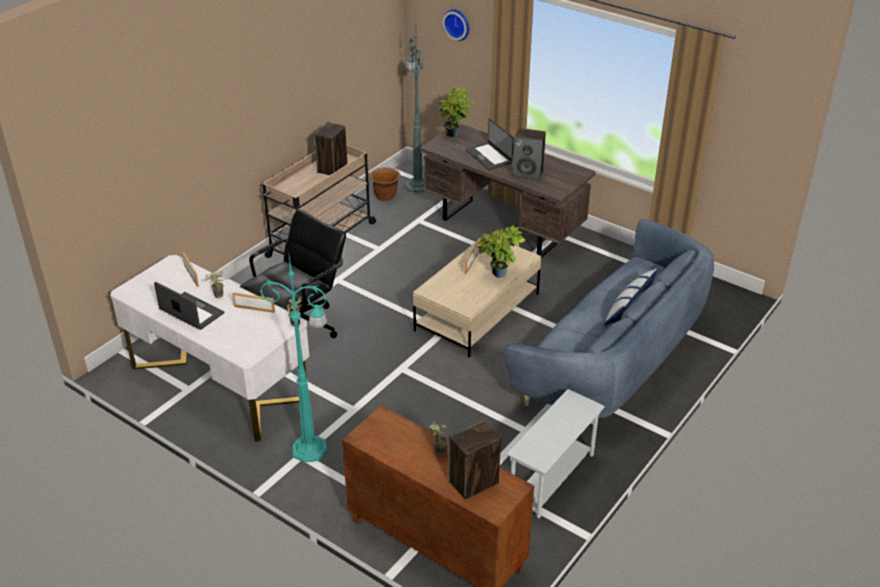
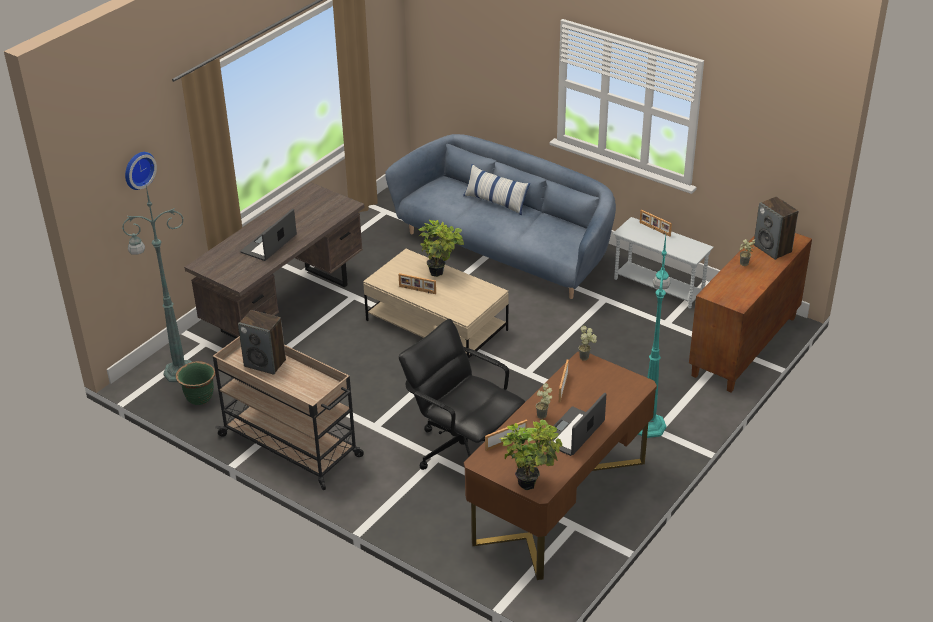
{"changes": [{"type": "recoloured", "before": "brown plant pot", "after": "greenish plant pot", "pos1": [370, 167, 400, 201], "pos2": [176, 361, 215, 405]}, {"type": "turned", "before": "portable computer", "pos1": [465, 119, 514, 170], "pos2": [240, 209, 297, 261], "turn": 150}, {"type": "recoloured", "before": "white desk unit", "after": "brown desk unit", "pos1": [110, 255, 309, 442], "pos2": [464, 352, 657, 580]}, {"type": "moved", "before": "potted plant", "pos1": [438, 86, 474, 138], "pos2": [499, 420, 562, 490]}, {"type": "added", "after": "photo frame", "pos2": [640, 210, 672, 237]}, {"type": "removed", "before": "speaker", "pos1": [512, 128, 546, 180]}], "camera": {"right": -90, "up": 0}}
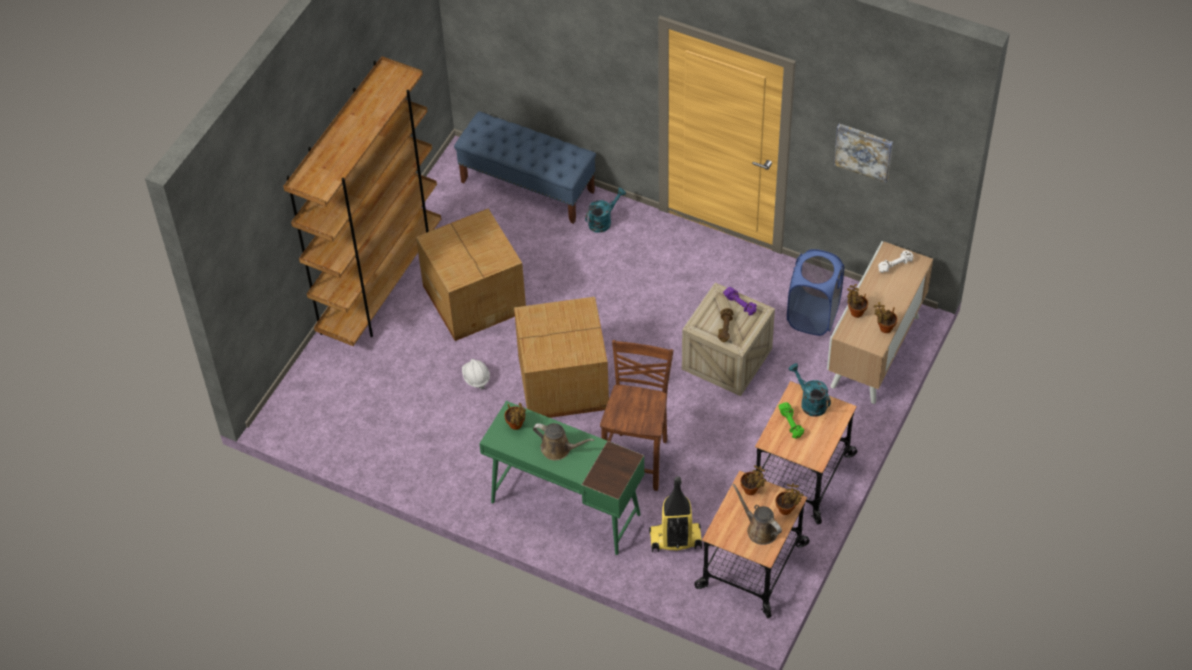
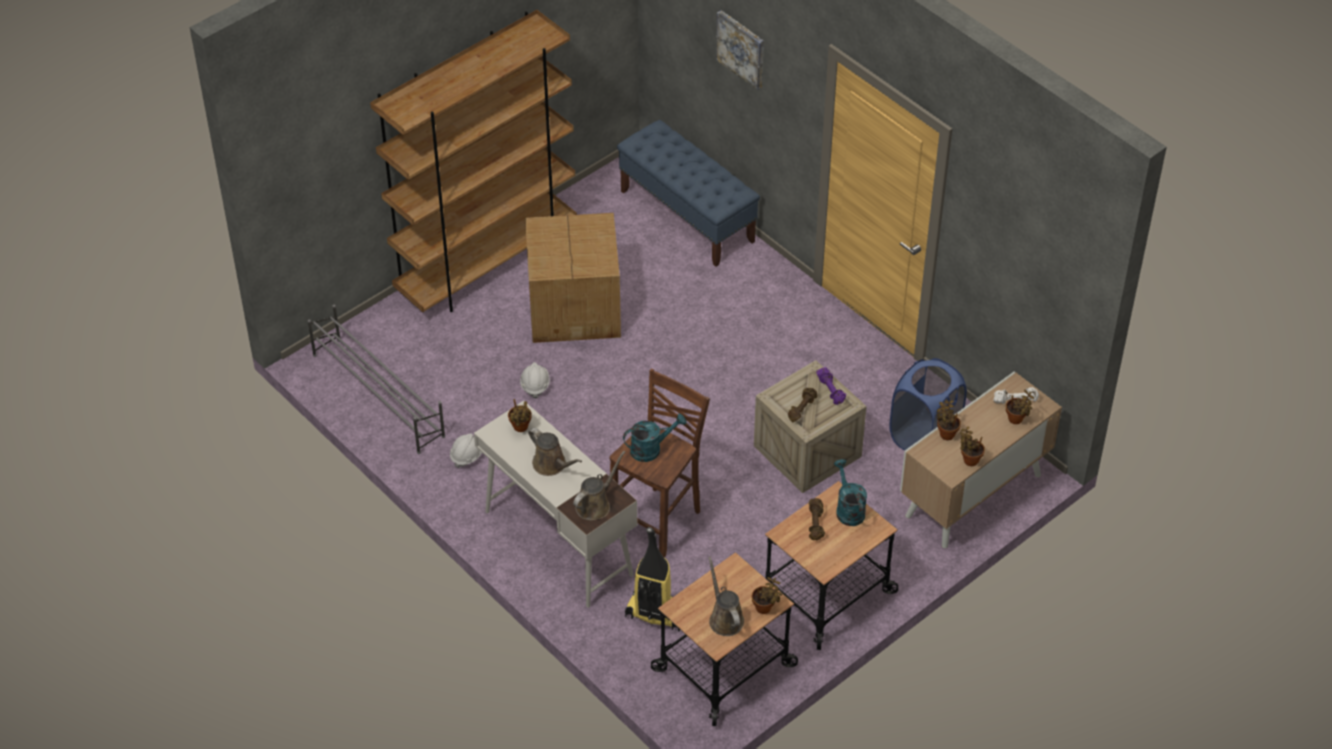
{"changes": [{"type": "added", "after": "grey shoe stand", "pos2": [308, 305, 445, 454]}, {"type": "added", "after": "white safety helmet", "pos2": [450, 433, 482, 469]}, {"type": "recoloured", "before": "greenish desk unit", "after": "white desk unit", "pos1": [479, 401, 644, 555], "pos2": [474, 401, 637, 607]}, {"type": "added", "after": "brown sprinkling can", "pos2": [573, 451, 625, 521]}, {"type": "moved", "before": "turquoise sprinkling can", "pos1": [585, 188, 626, 233], "pos2": [623, 414, 686, 462]}, {"type": "moved", "before": "picture", "pos1": [833, 124, 893, 183], "pos2": [716, 10, 764, 90]}, {"type": "recoloured", "before": "greenish hand weight", "after": "brown hand weight", "pos1": [778, 402, 804, 439], "pos2": [809, 498, 825, 540]}, {"type": "moved", "before": "potted plant", "pos1": [740, 465, 767, 495], "pos2": [1006, 390, 1034, 424]}, {"type": "removed", "before": "carton", "pos1": [514, 297, 609, 418]}], "camera": {"right": 20, "up": -5}}
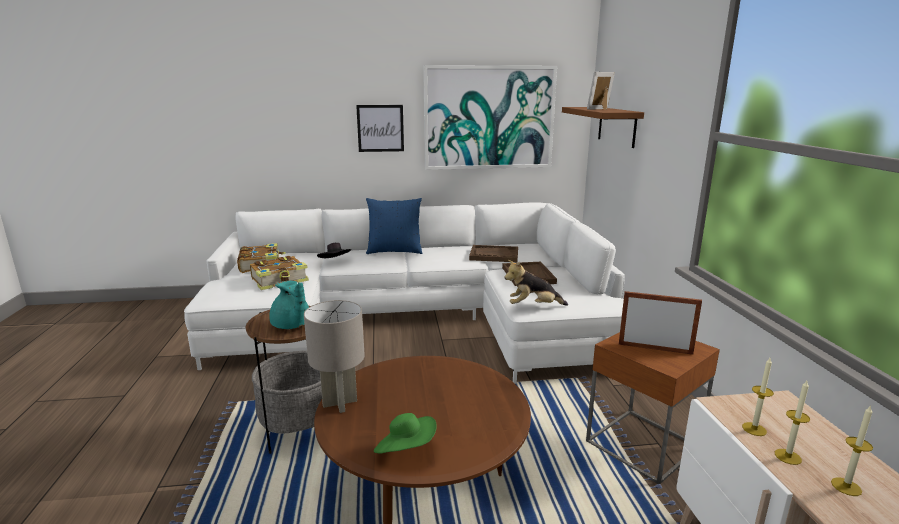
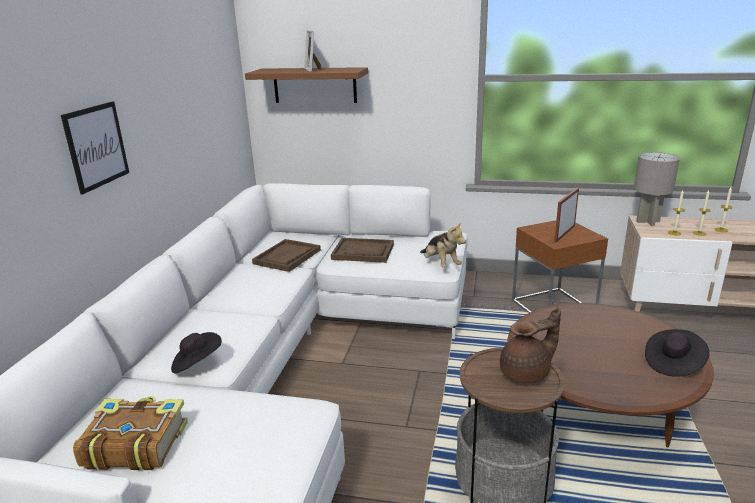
{"changes": [{"type": "turned", "before": "plush toy", "pos1": [505, 260, 568, 306], "pos2": [420, 222, 466, 267], "turn": -45}, {"type": "recoloured", "before": "turquoise pot for tea", "after": "brown pot for tea", "pos1": [269, 281, 309, 329], "pos2": [500, 308, 561, 383]}, {"type": "moved", "before": "grey tabletop lamp", "pos1": [304, 300, 365, 413], "pos2": [634, 152, 680, 226]}, {"type": "recoloured", "before": "greenish wearable hat", "after": "blackish wearable hat", "pos1": [374, 413, 436, 453], "pos2": [645, 329, 710, 377]}, {"type": "removed", "before": "book", "pos1": [250, 256, 309, 290]}, {"type": "removed", "before": "blue cushion", "pos1": [366, 198, 422, 254]}, {"type": "removed", "before": "picture", "pos1": [423, 65, 557, 170]}], "camera": {"right": -70, "up": 5}}
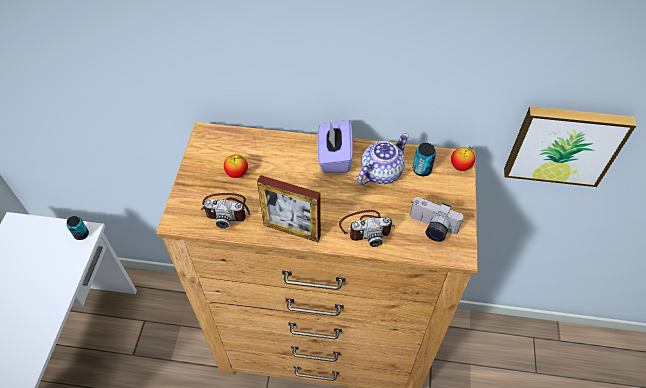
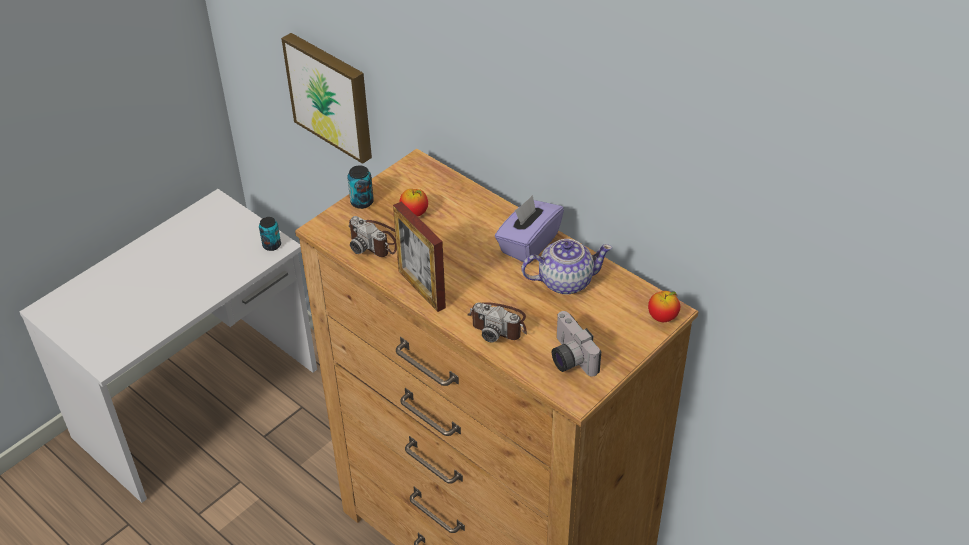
{"changes": [{"type": "moved", "before": "picture", "pos1": [504, 106, 636, 187], "pos2": [281, 33, 372, 164]}, {"type": "moved", "before": "can", "pos1": [413, 143, 436, 176], "pos2": [347, 165, 374, 209]}], "camera": {"right": 35, "up": -10}}
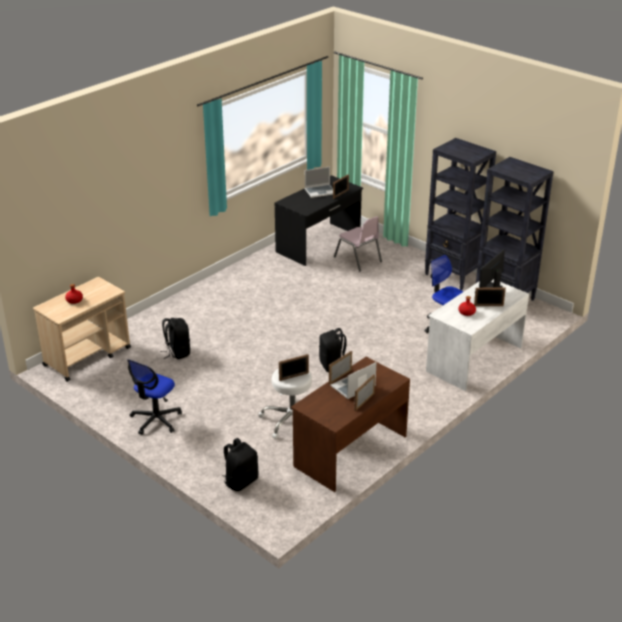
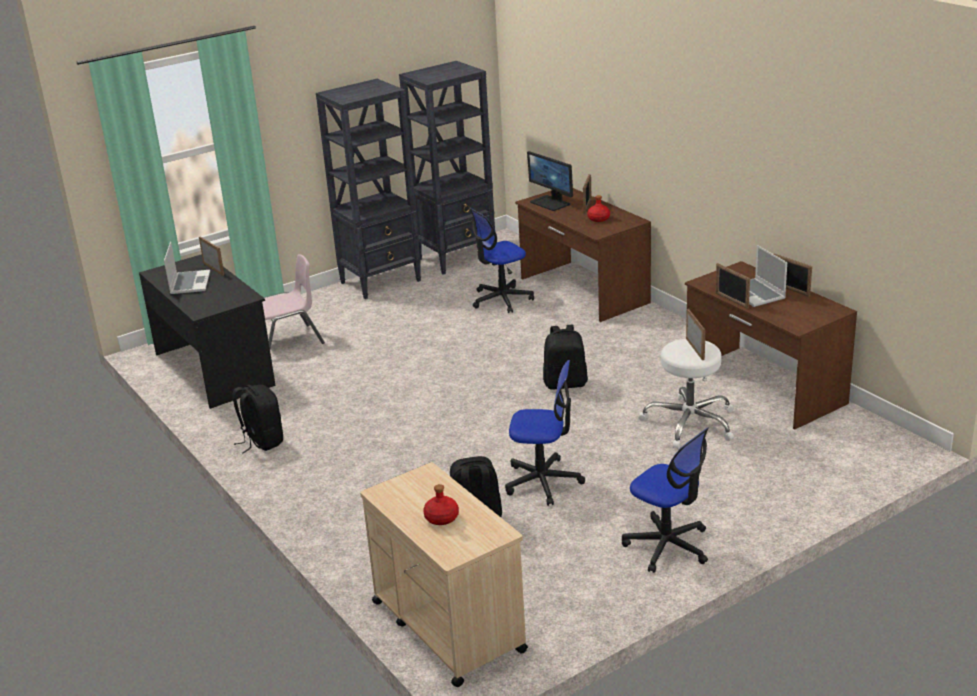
{"changes": [{"type": "moved", "before": "blackish rucksack", "pos1": [222, 438, 258, 491], "pos2": [233, 385, 283, 454]}, {"type": "added", "after": "office chair", "pos2": [505, 360, 585, 506]}, {"type": "recoloured", "before": "white desk unit", "after": "brown desk unit", "pos1": [426, 279, 529, 391], "pos2": [515, 188, 651, 322]}], "camera": {"right": -75, "up": -5}}
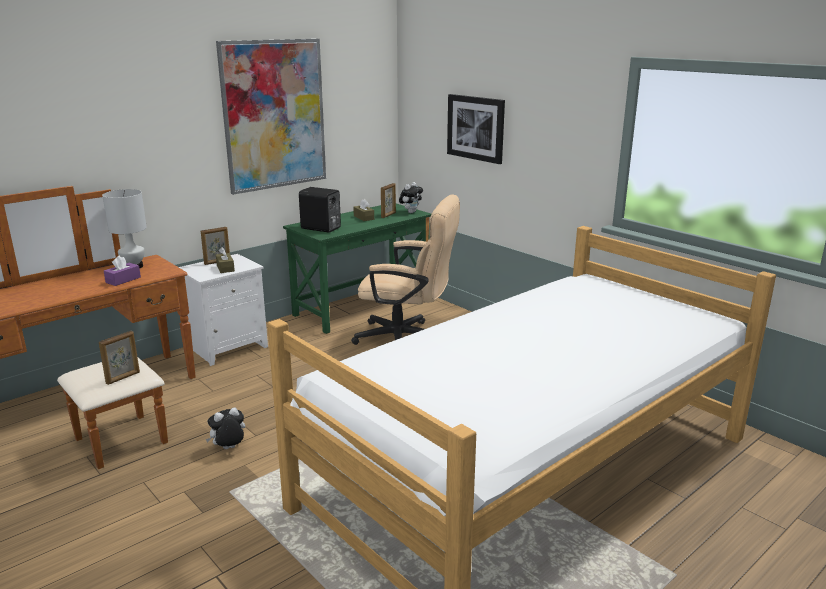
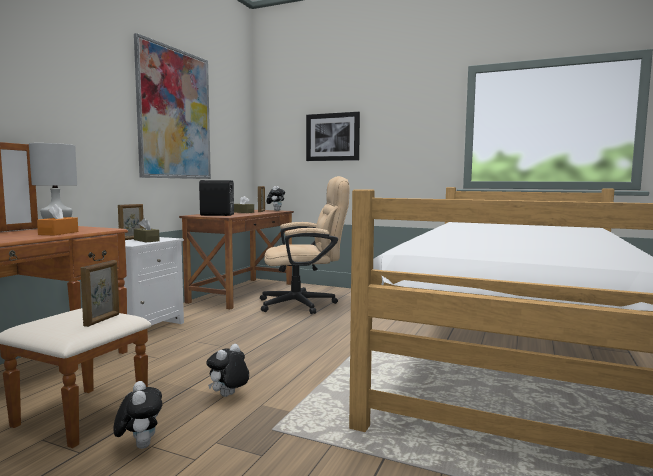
{"changes": [{"type": "recoloured", "before": "purple-coloured tissue box", "after": "orange-coloured tissue box", "pos1": [104, 256, 141, 286], "pos2": [37, 204, 78, 235]}, {"type": "added", "after": "plush toy", "pos2": [113, 381, 162, 449]}, {"type": "recoloured", "before": "greenish desk unit", "after": "brown desk unit", "pos1": [283, 204, 431, 334], "pos2": [179, 210, 294, 309]}], "camera": {"right": -25, "up": -15}}
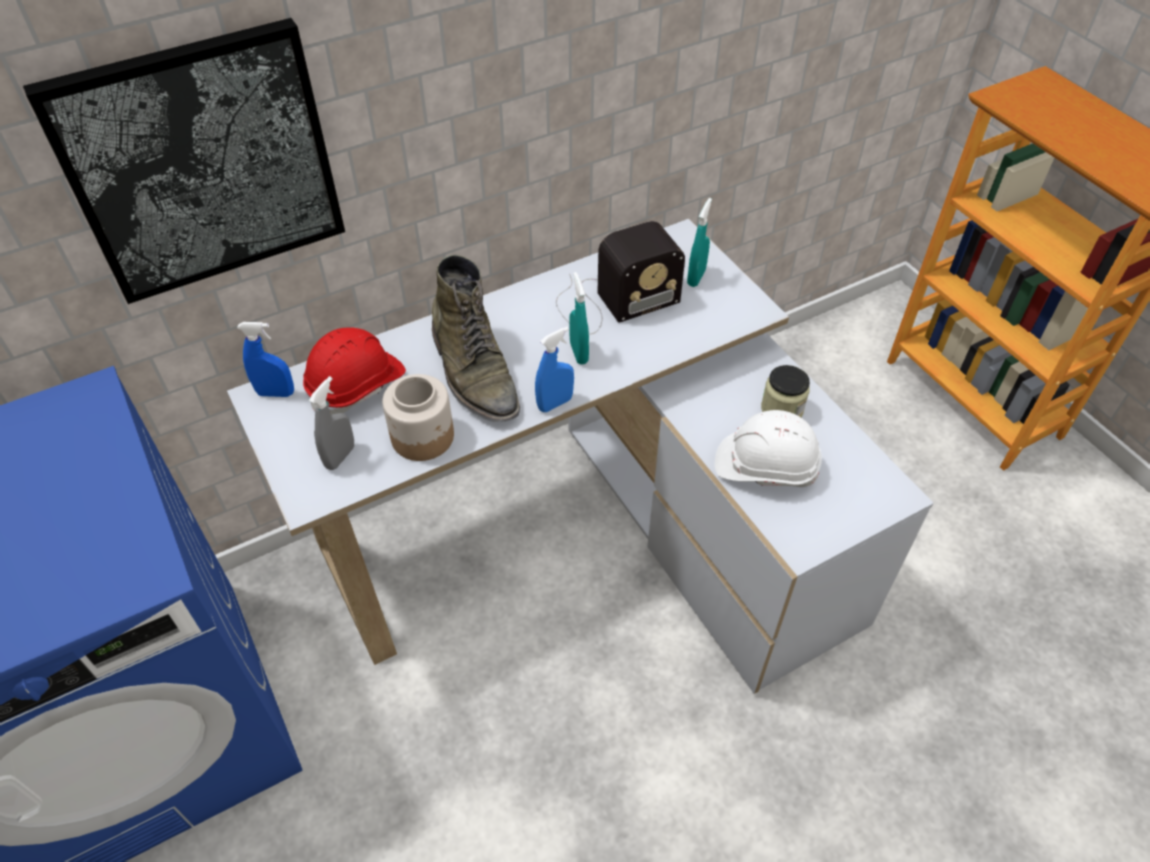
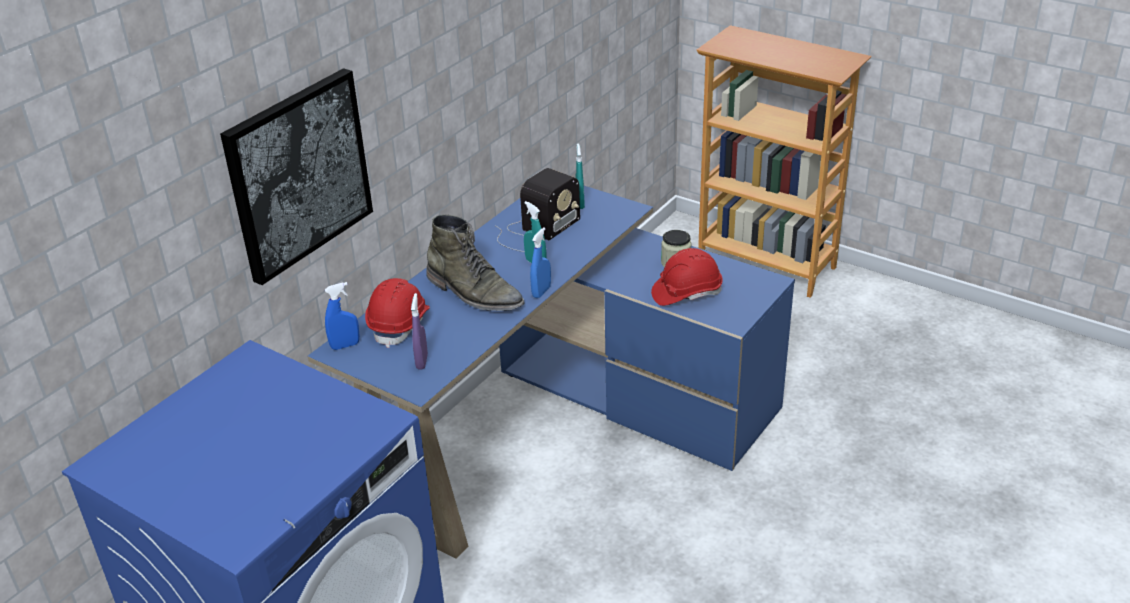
{"changes": [{"type": "recoloured", "before": "white desk unit", "after": "blue desk unit", "pos1": [227, 219, 934, 694], "pos2": [308, 186, 795, 559]}, {"type": "recoloured", "before": "grey hand sprayer", "after": "purple-coloured hand sprayer", "pos1": [309, 376, 354, 470], "pos2": [411, 293, 428, 370]}, {"type": "recoloured", "before": "white safety helmet", "after": "reddish safety helmet", "pos1": [715, 410, 822, 487], "pos2": [651, 248, 723, 306]}, {"type": "removed", "before": "preserve jar", "pos1": [382, 374, 454, 461]}], "camera": {"right": -25, "up": -15}}
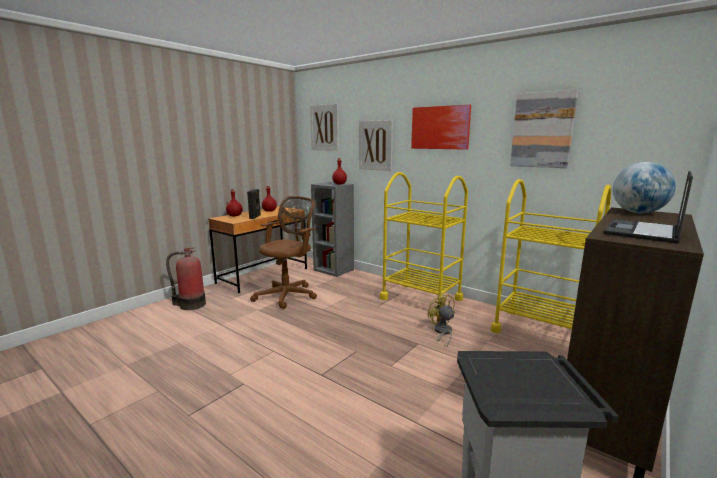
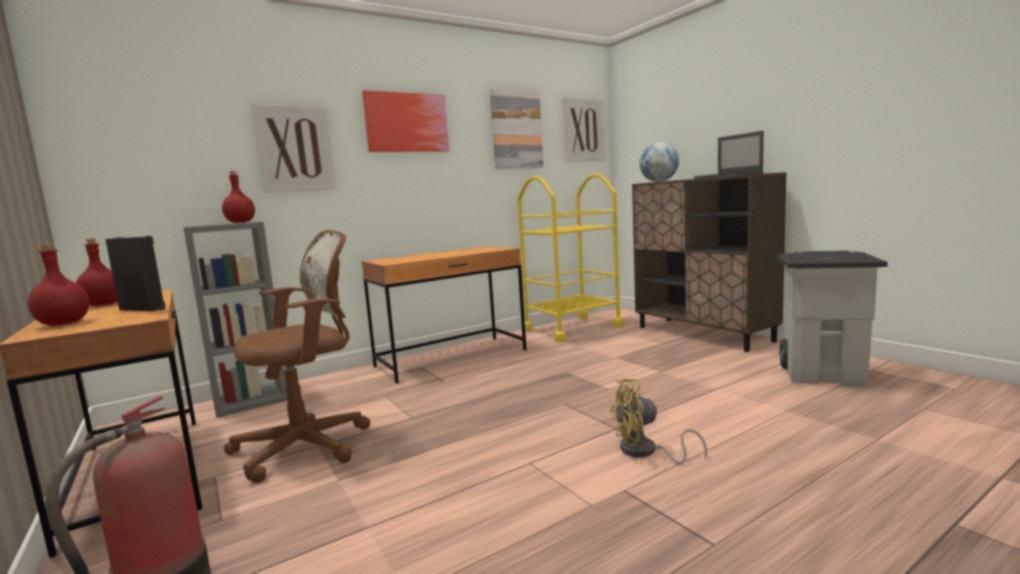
{"changes": [{"type": "turned", "before": "brown office chair", "pos1": [250, 196, 317, 309], "pos2": [224, 230, 370, 483], "turn": 90}, {"type": "replaced", "before": "yellow-coloured wheeled cart", "after": "brown desk unit", "pos1": [380, 172, 468, 316], "pos2": [361, 246, 526, 383]}, {"type": "moved", "before": "picture", "pos1": [310, 104, 339, 151], "pos2": [563, 97, 605, 162]}, {"type": "moved", "before": "yellow-coloured cooling fan", "pos1": [428, 293, 455, 346], "pos2": [610, 379, 707, 464]}], "camera": {"right": -70, "up": -5}}
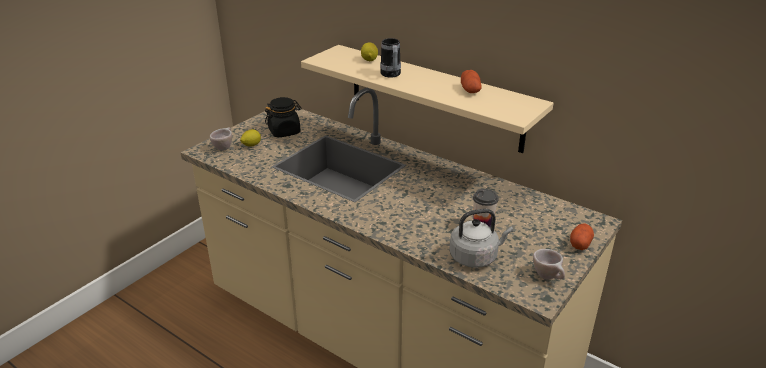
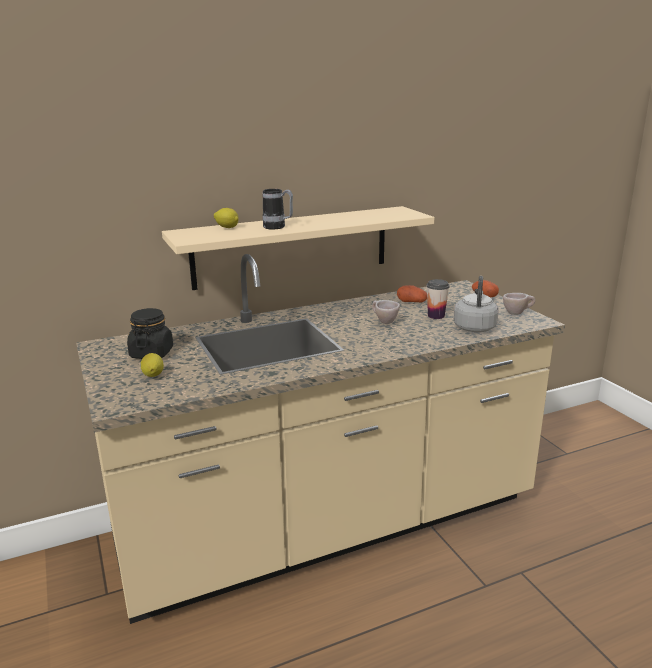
{"changes": [{"type": "moved", "before": "beige-coloured drinking cup", "pos1": [210, 127, 232, 151], "pos2": [372, 300, 400, 324]}, {"type": "moved", "before": "potato", "pos1": [461, 70, 482, 93], "pos2": [397, 285, 427, 302]}], "camera": {"right": -60, "up": -10}}
